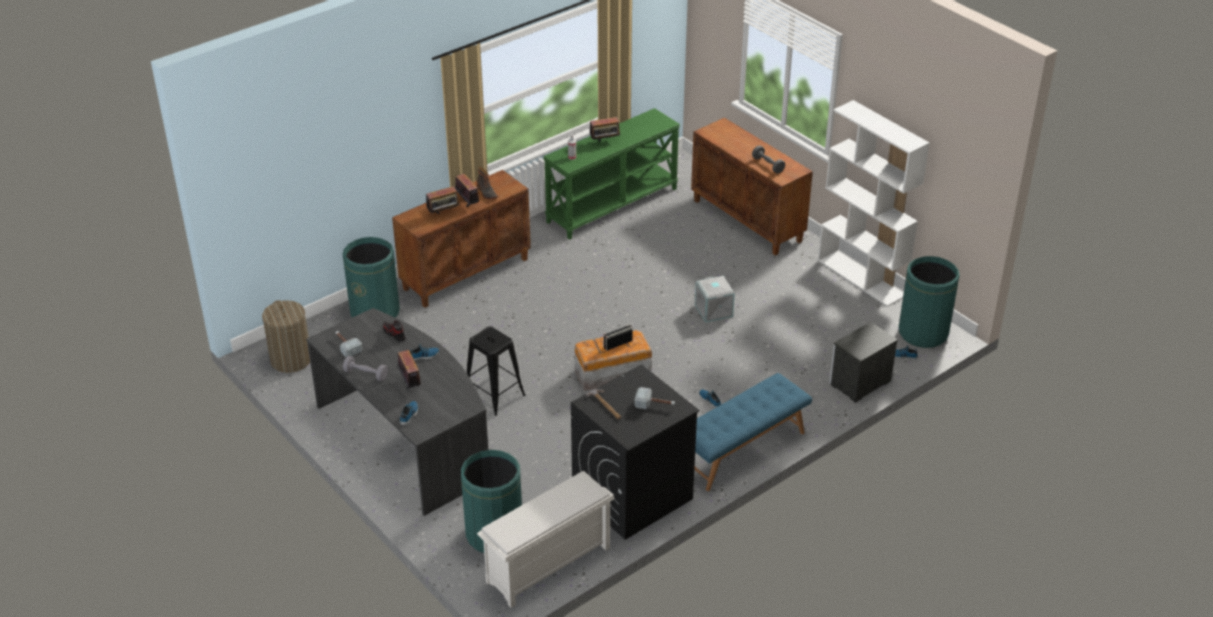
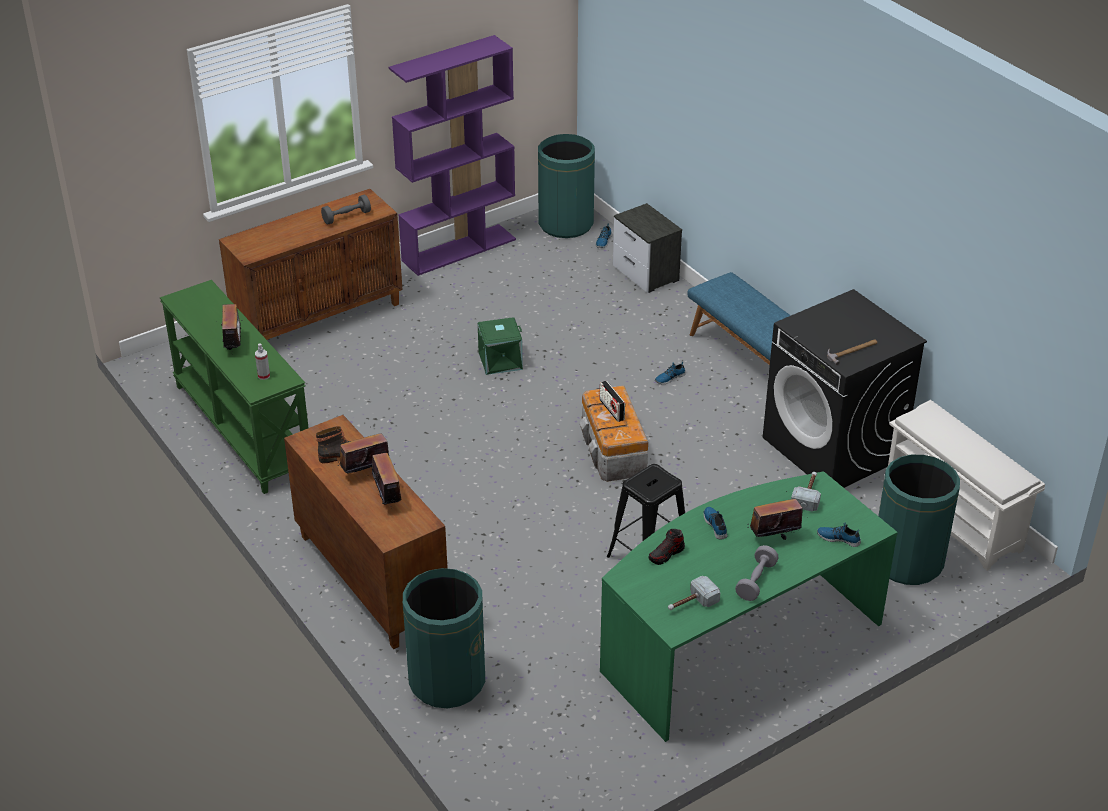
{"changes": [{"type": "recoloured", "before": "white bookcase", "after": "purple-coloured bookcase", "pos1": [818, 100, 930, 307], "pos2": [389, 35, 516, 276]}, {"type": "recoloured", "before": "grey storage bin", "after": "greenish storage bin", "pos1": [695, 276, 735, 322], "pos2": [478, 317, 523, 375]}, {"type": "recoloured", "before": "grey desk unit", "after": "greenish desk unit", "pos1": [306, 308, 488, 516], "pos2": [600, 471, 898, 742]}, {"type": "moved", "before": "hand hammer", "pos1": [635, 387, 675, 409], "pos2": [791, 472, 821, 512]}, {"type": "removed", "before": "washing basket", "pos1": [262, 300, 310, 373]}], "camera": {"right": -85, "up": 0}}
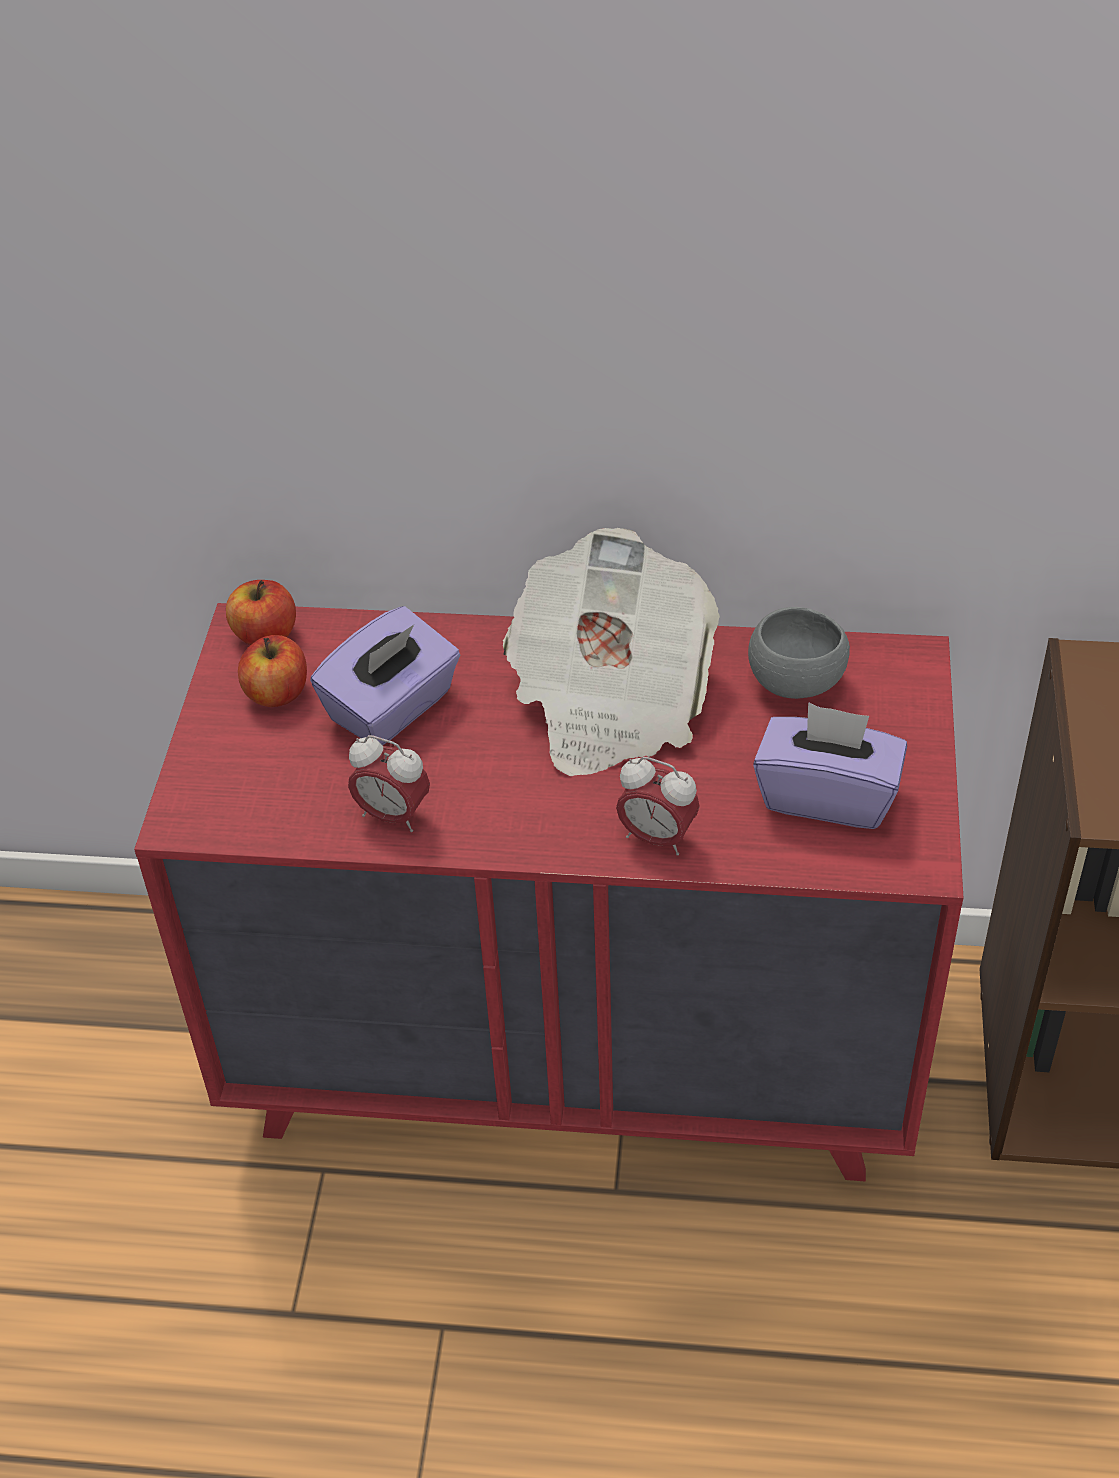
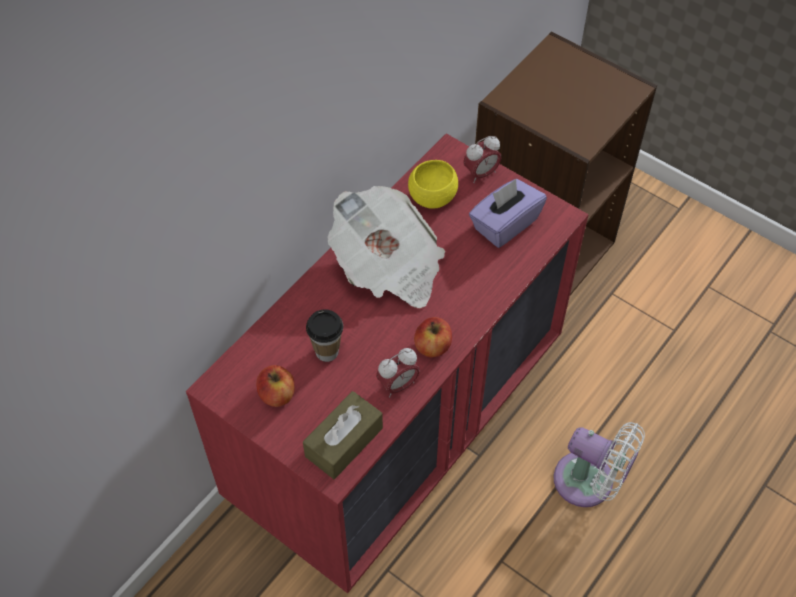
{"changes": [{"type": "added", "after": "brown tissue box", "pos2": [303, 391, 383, 479]}, {"type": "replaced", "before": "purple-coloured tissue box", "after": "drinking cup", "pos1": [310, 606, 460, 745], "pos2": [306, 309, 343, 362]}, {"type": "recoloured", "before": "grey serving bowl", "after": "yellow-coloured serving bowl", "pos1": [748, 607, 850, 699], "pos2": [408, 160, 458, 209]}, {"type": "moved", "before": "whole apple", "pos1": [226, 580, 296, 645], "pos2": [414, 317, 452, 357]}, {"type": "moved", "before": "table clock", "pos1": [616, 757, 700, 855], "pos2": [463, 136, 502, 183]}, {"type": "added", "after": "white cooling fan", "pos2": [554, 422, 645, 507]}], "camera": {"right": -60, "up": 10}}
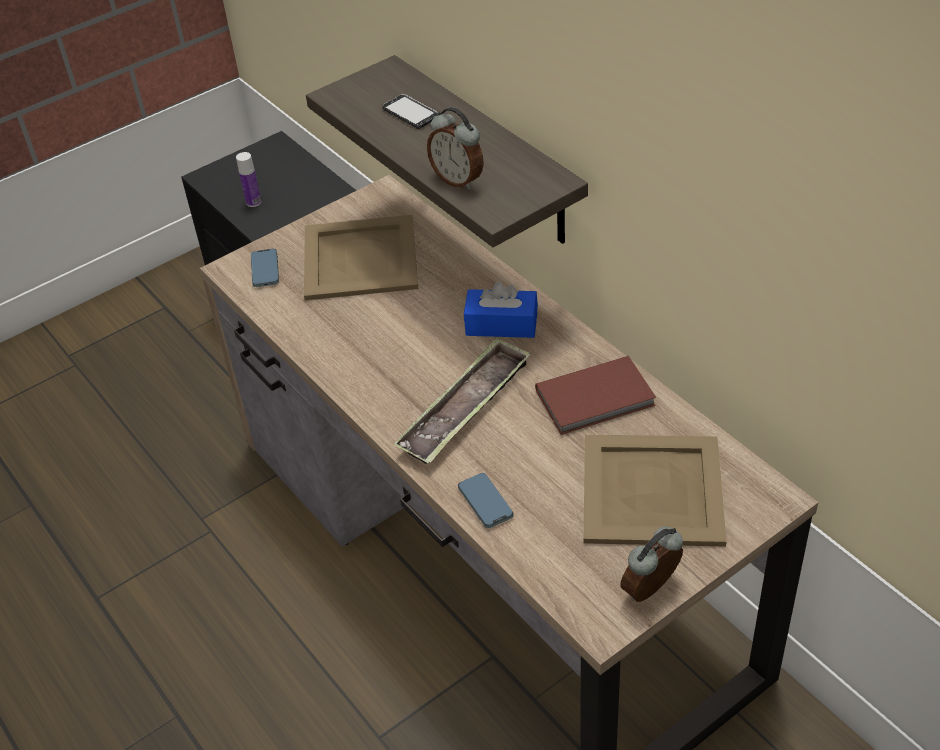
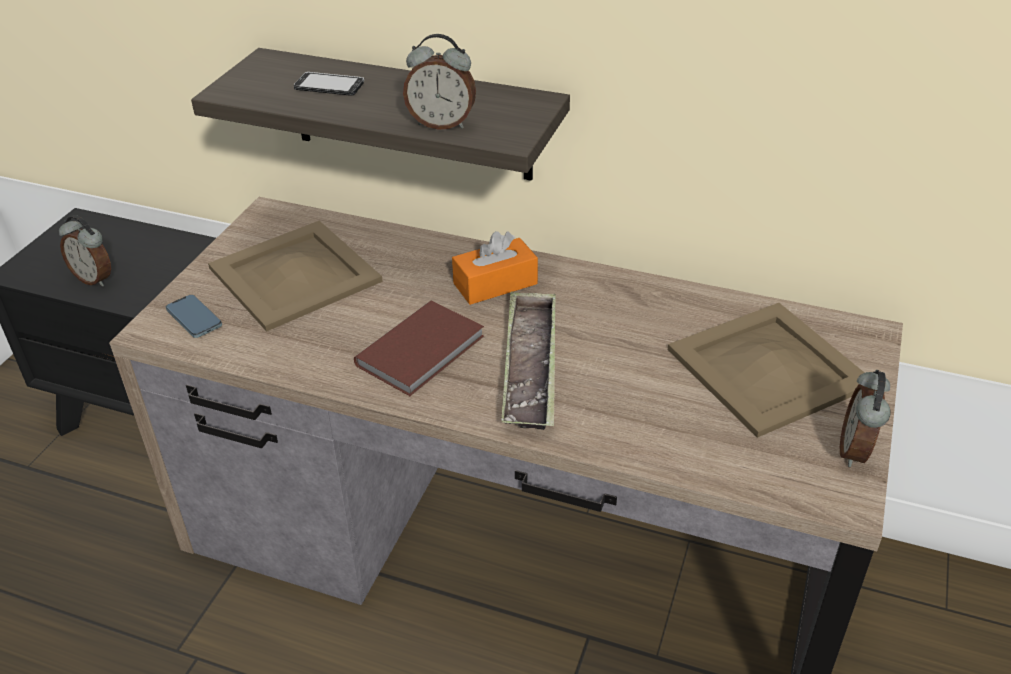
{"changes": [{"type": "replaced", "before": "drink bottle", "after": "table clock", "pos1": [236, 152, 261, 207], "pos2": [59, 215, 111, 287]}, {"type": "moved", "before": "brown book", "pos1": [535, 356, 656, 435], "pos2": [354, 301, 484, 396]}, {"type": "recoloured", "before": "blue tissue box", "after": "orange-coloured tissue box", "pos1": [464, 281, 538, 338], "pos2": [452, 231, 538, 305]}, {"type": "removed", "before": "phone", "pos1": [458, 473, 514, 528]}], "camera": {"right": -35, "up": -5}}
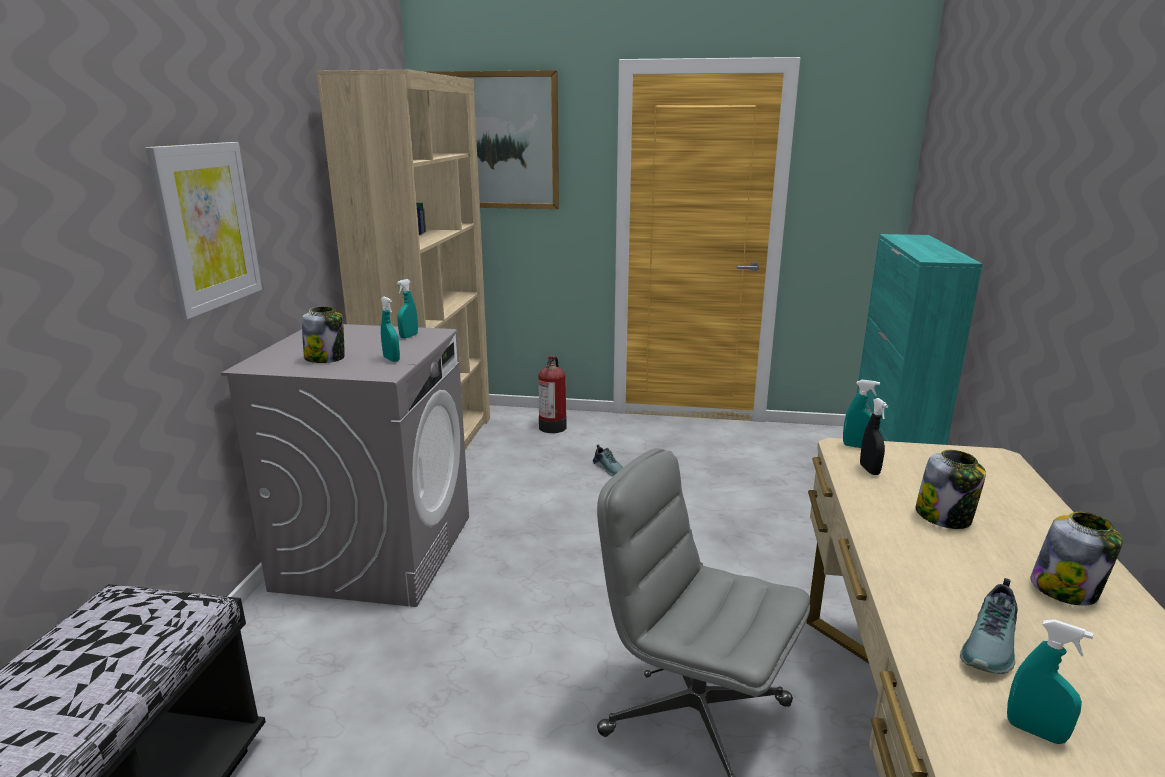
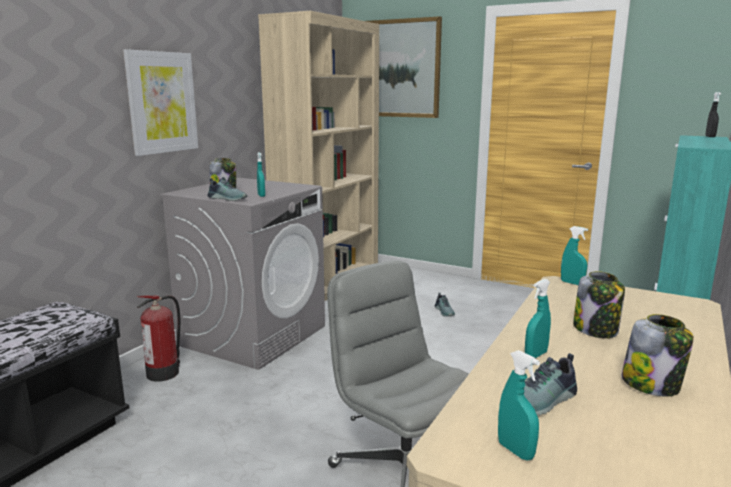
{"changes": [{"type": "moved", "before": "fire extinguisher", "pos1": [538, 356, 567, 433], "pos2": [137, 295, 180, 382]}, {"type": "added", "after": "shoe", "pos2": [207, 177, 247, 201]}, {"type": "moved", "before": "turquoise hand sprayer", "pos1": [397, 279, 418, 339], "pos2": [525, 279, 551, 358]}, {"type": "moved", "before": "blackish hand sprayer", "pos1": [860, 398, 888, 475], "pos2": [706, 92, 721, 137]}], "camera": {"right": 20, "up": -5}}
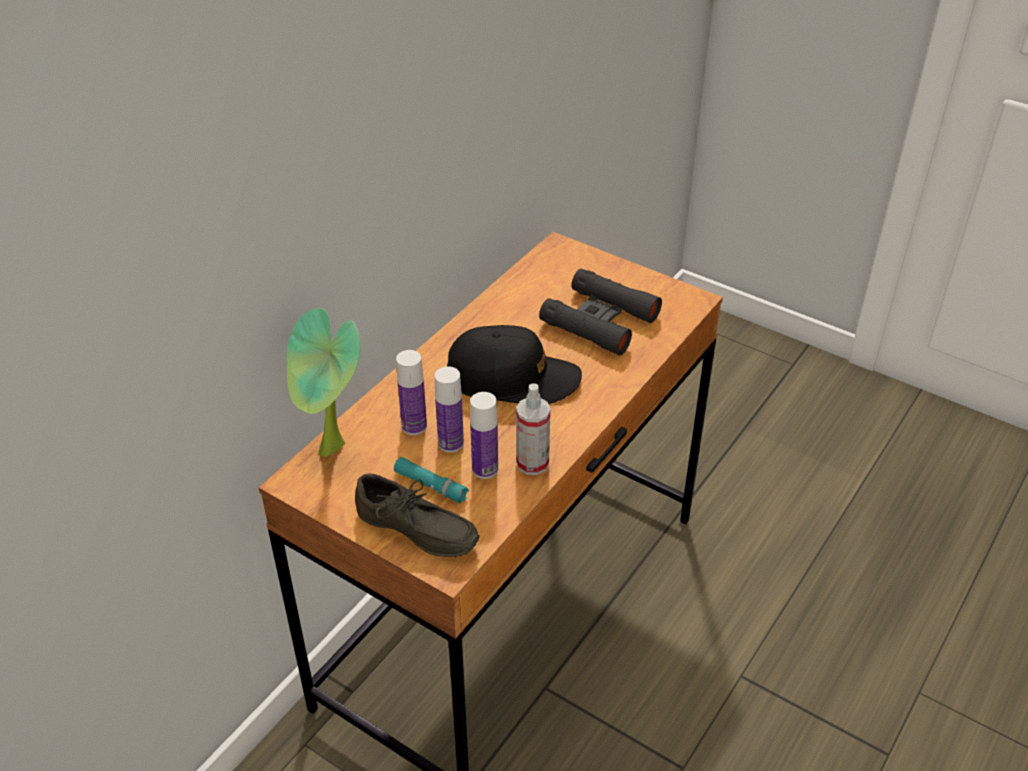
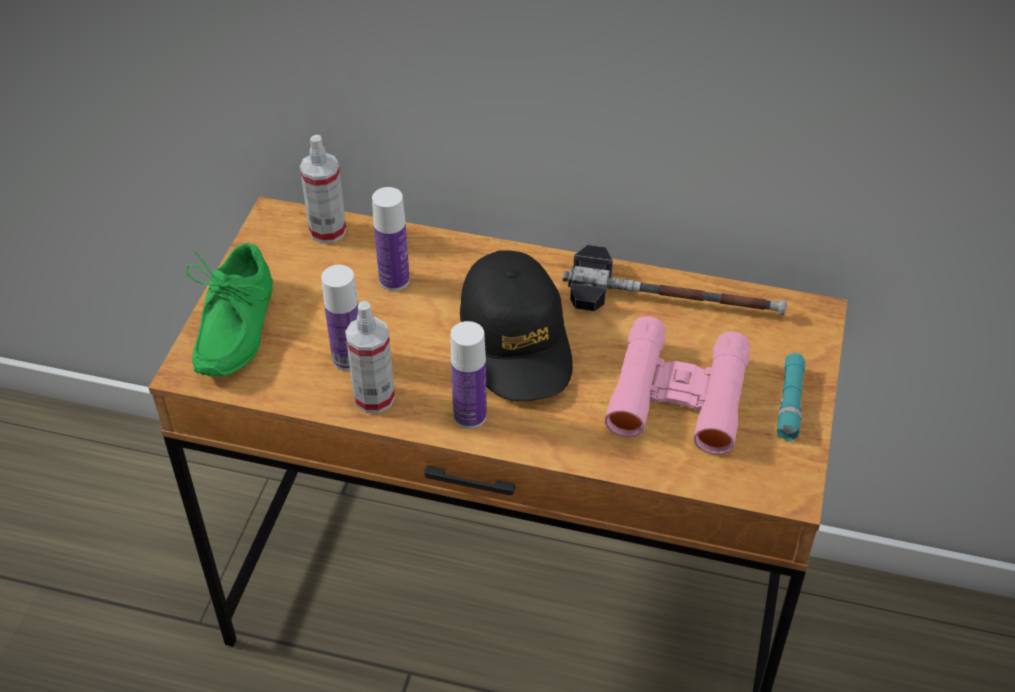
{"changes": [{"type": "recoloured", "before": "grey shoe", "after": "greenish shoe", "pos1": [355, 473, 479, 557], "pos2": [186, 243, 273, 377]}, {"type": "replaced", "before": "potted plant", "after": "hand sprayer", "pos1": [287, 308, 361, 457], "pos2": [300, 134, 346, 244]}, {"type": "moved", "before": "drink bottle", "pos1": [435, 366, 464, 453], "pos2": [451, 321, 487, 429]}, {"type": "added", "after": "hand hammer", "pos2": [562, 245, 787, 315]}, {"type": "recoloured", "before": "blackish field glasses", "after": "pink field glasses", "pos1": [539, 269, 662, 356], "pos2": [604, 316, 750, 455]}, {"type": "moved", "before": "turquoise flashlight", "pos1": [394, 457, 469, 504], "pos2": [777, 353, 806, 442]}], "camera": {"right": 70, "up": 5}}
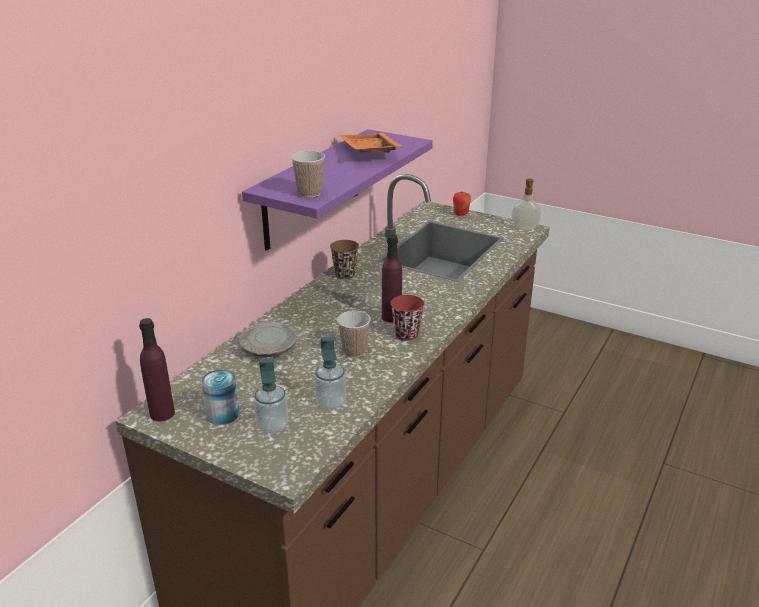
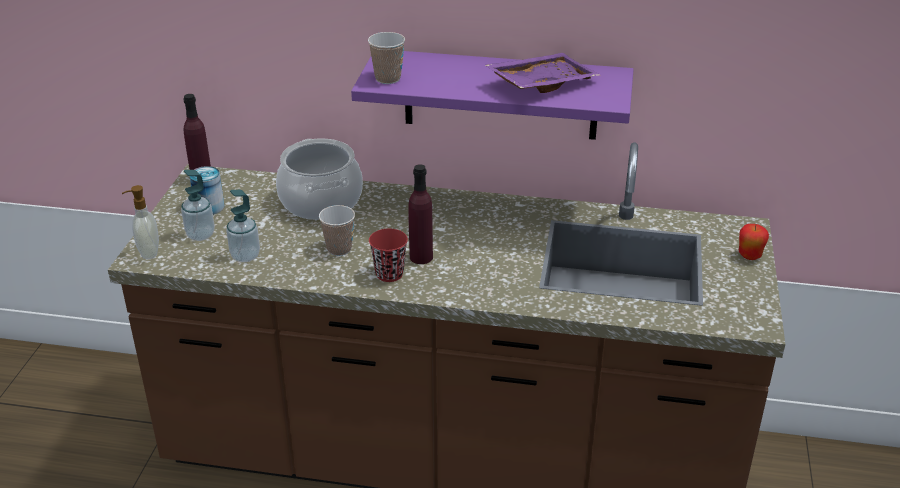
{"changes": [{"type": "moved", "before": "liquid soap bottle", "pos1": [512, 179, 541, 230], "pos2": [122, 185, 159, 259]}, {"type": "replaced", "before": "grey flat dish", "after": "saucepot", "pos1": [239, 322, 297, 358], "pos2": [276, 138, 363, 220]}, {"type": "recoloured", "before": "orange-coloured tray", "after": "purple-coloured tray", "pos1": [339, 133, 402, 153], "pos2": [485, 53, 600, 93]}, {"type": "removed", "before": "brown drinking cup", "pos1": [330, 240, 359, 279]}], "camera": {"right": 70, "up": 5}}
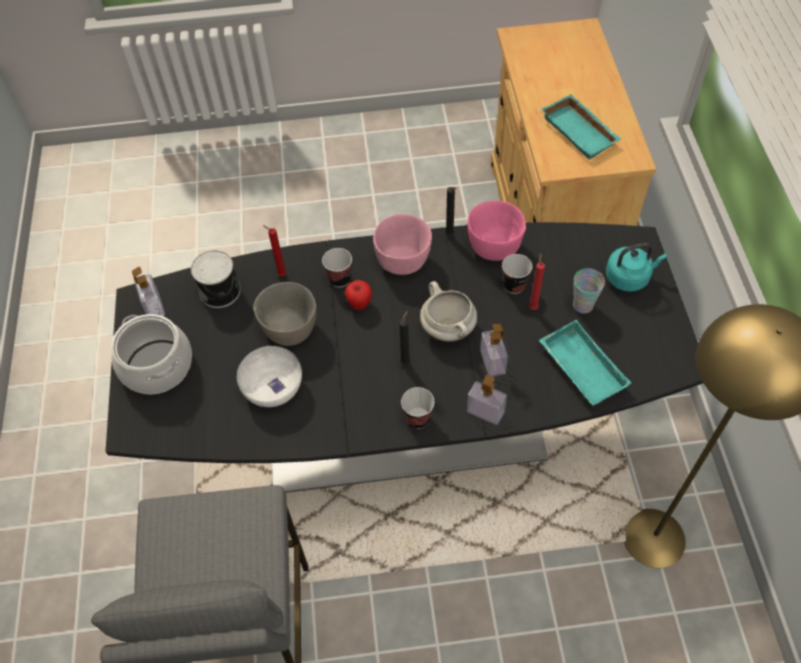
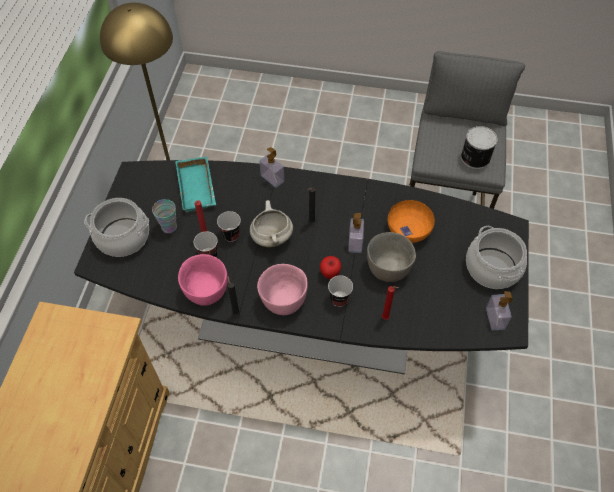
{"changes": [{"type": "replaced", "before": "turquoise kettle", "after": "saucepot", "pos1": [606, 243, 668, 292], "pos2": [84, 198, 149, 257]}, {"type": "moved", "before": "drinking cup", "pos1": [401, 387, 434, 429], "pos2": [217, 211, 241, 242]}, {"type": "moved", "before": "liquid soap bottle", "pos1": [480, 324, 508, 377], "pos2": [348, 213, 364, 253]}, {"type": "recoloured", "before": "white serving bowl", "after": "orange-coloured serving bowl", "pos1": [237, 346, 302, 407], "pos2": [388, 200, 435, 243]}, {"type": "moved", "before": "can", "pos1": [191, 250, 241, 308], "pos2": [461, 126, 498, 169]}, {"type": "removed", "before": "turquoise tray", "pos1": [541, 94, 622, 160]}], "camera": {"right": -165, "up": 0}}
